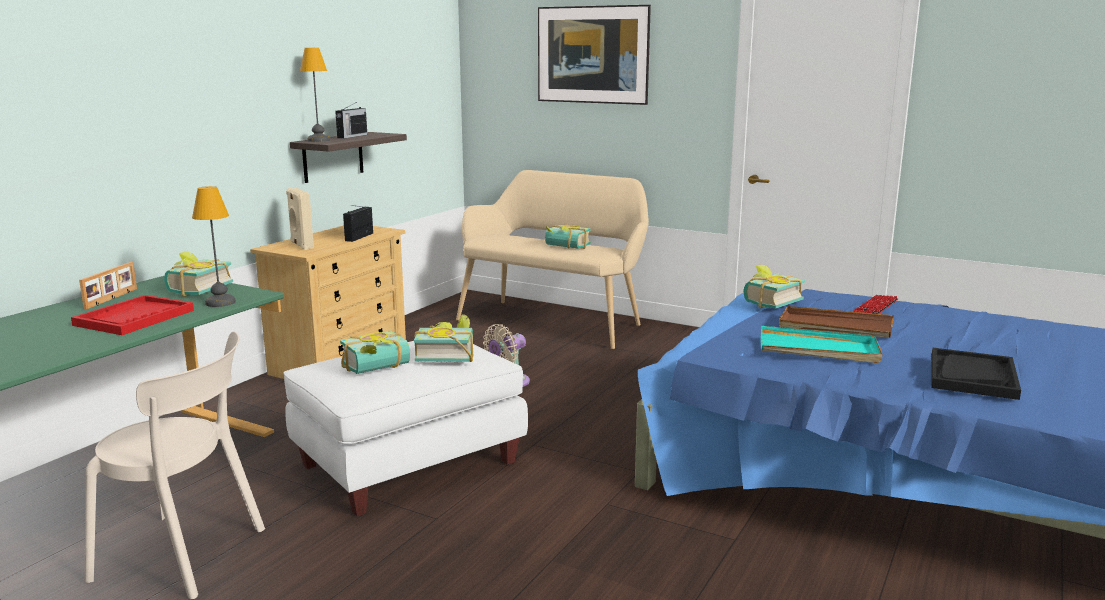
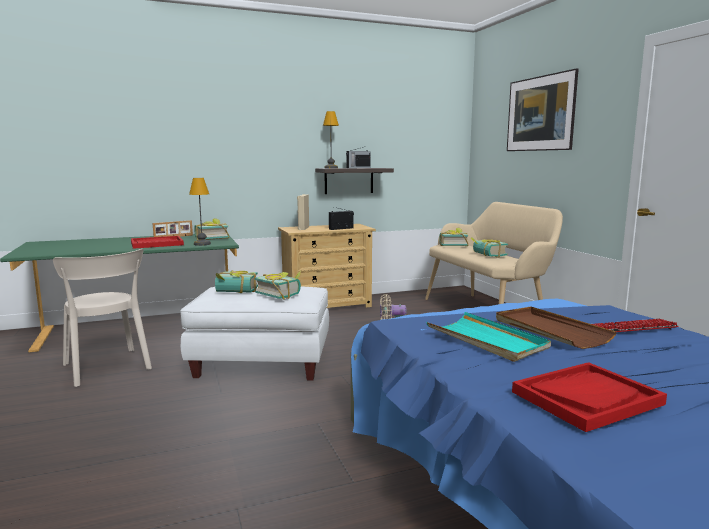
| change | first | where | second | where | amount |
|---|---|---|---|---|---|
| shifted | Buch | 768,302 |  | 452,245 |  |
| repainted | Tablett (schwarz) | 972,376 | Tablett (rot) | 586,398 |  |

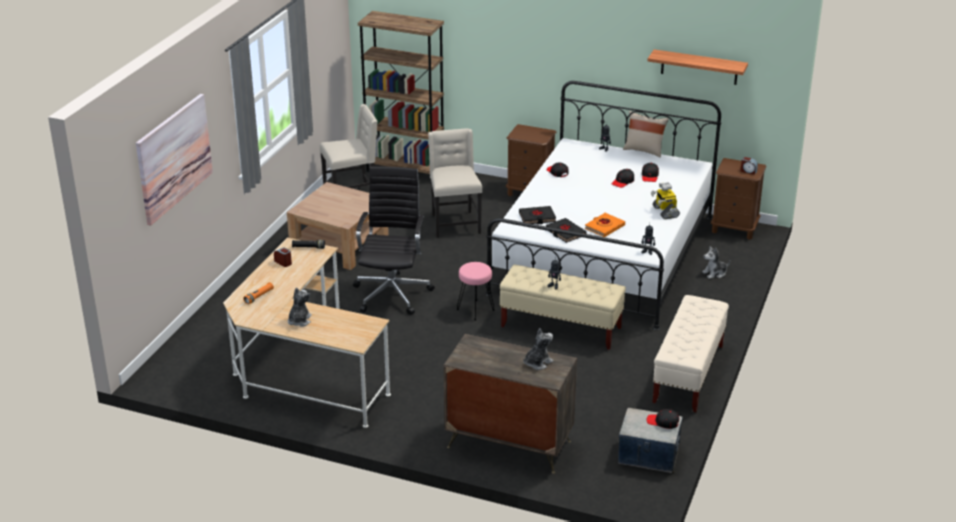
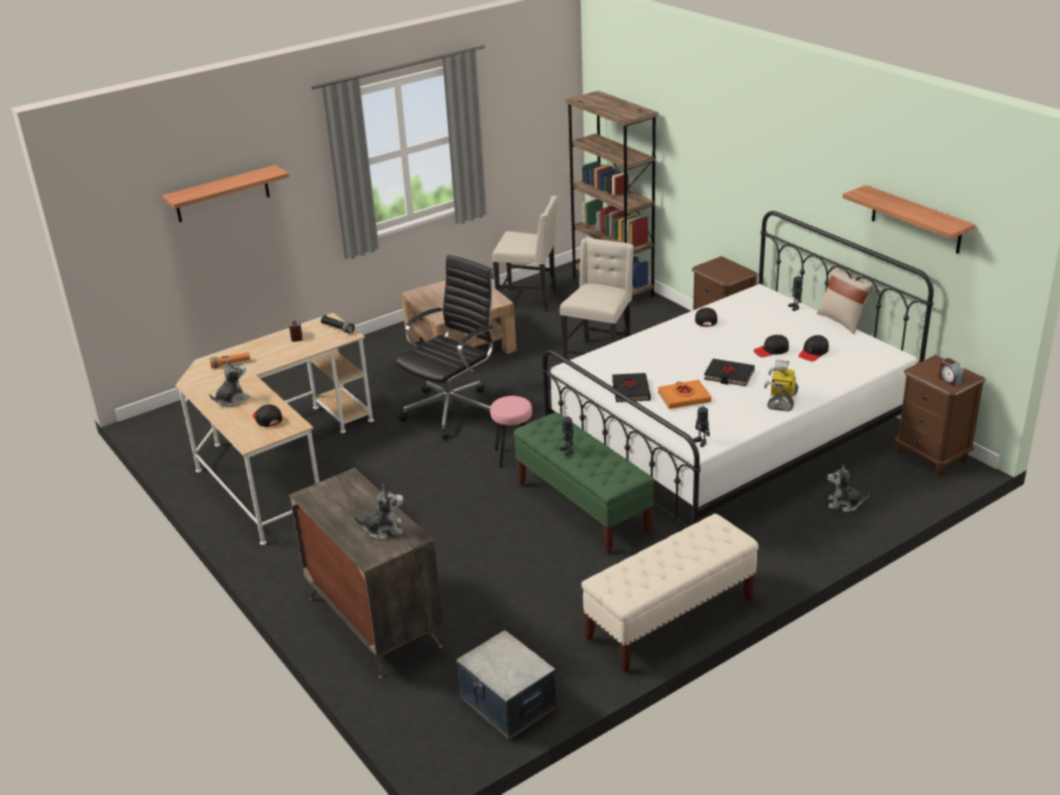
| change | first | where | second | where | amount |
|---|---|---|---|---|---|
| shifted | Buch (schwarz) | 537,218 |  | 728,375 |  |
| shifted | Kappe (schwarz) | 663,422 |  | 267,419 |  |
| swapped | Bild | 174,158 | Wandregal | 222,194 |  |
| repainted | Bank (beige) | 561,327 | Bank (grün) | 583,507 |  |

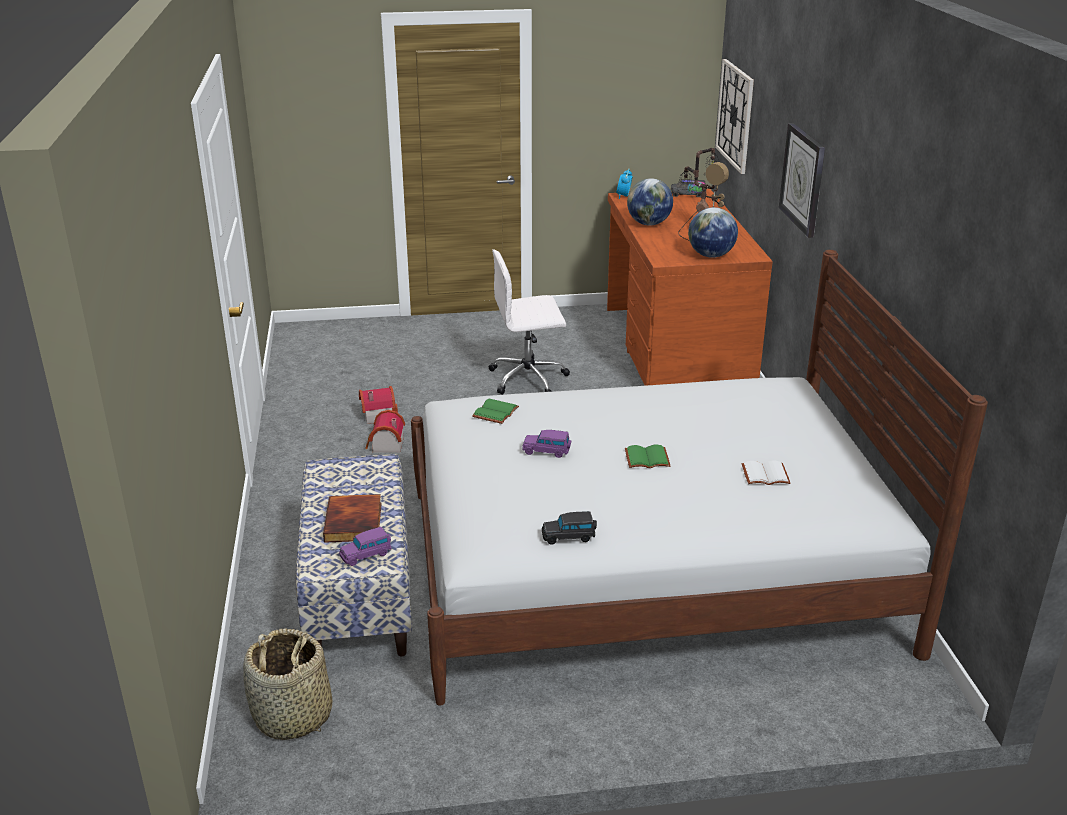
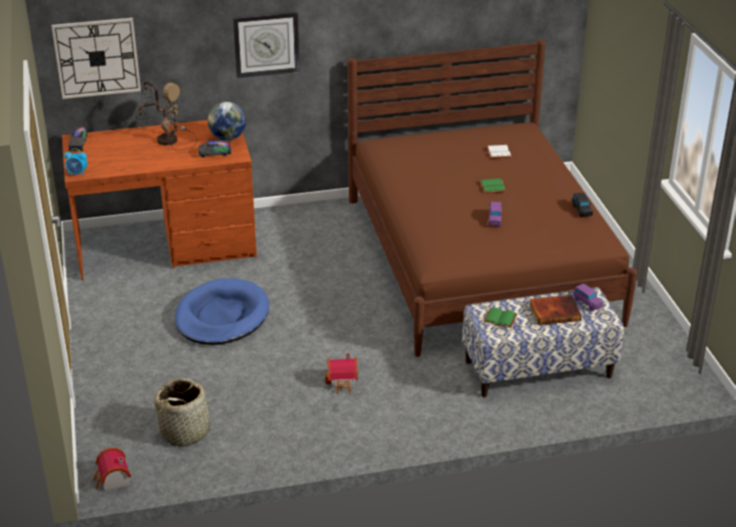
| change | first | where | second | where | amount |
|---|---|---|---|---|---|
| gone | Globus | 648,224 |  |  |  |
| new |  |  | Spielzeuglaster | 214,153 |  |
| shifted | Korb | 293,716 |  | 185,431 |  |
| shifted | Spielzeughaus | 376,414 |  | 112,481 |  |
| shifted | Buch (grün) | 496,413 |  | 501,318 |  |
| swapped | Bürostuhl (weiß) | 529,378 | Hundebett (blau) | 222,316 |  |
| repainted | Bett (weiß) | 646,569 | Bett (braun) | 479,259 |  |

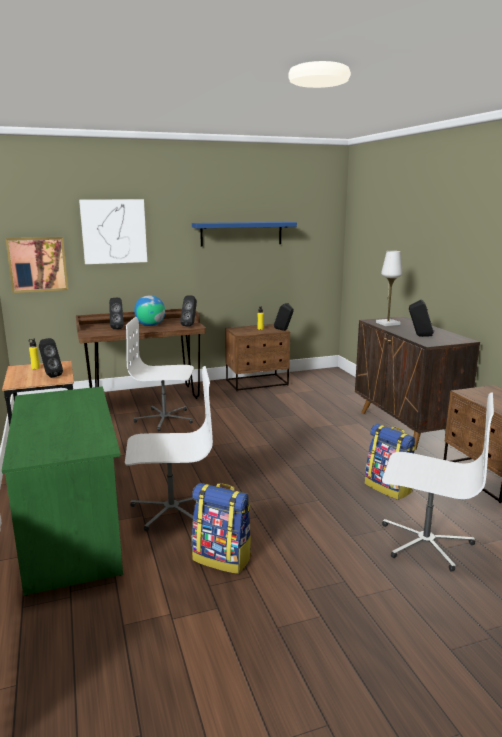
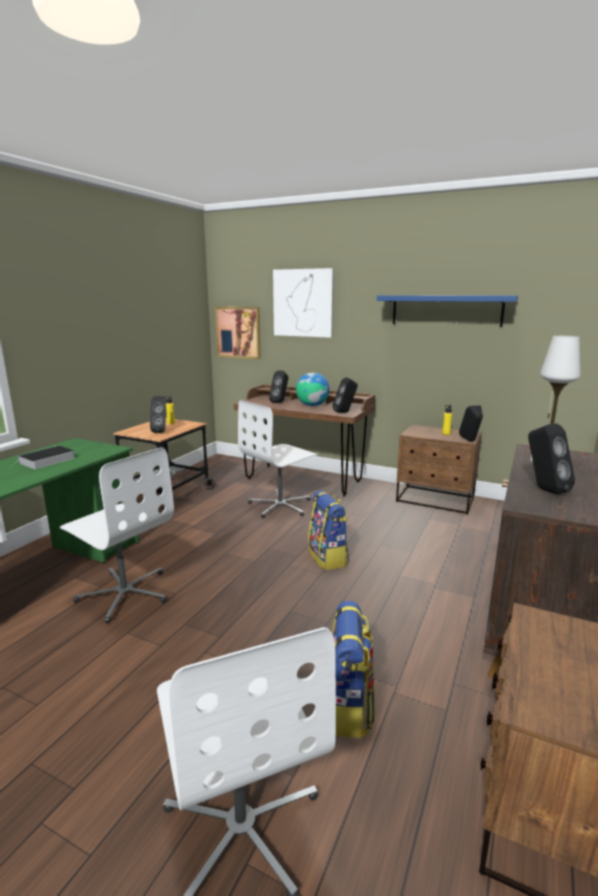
| change | first | where | second | where | amount |
|---|---|---|---|---|---|
| new |  |  | Buch | 46,461 |  |
| shifted | Rucksack | 223,558 |  | 328,558 |  |
| rotated | Bürostuhl (weiß) | 164,419 |  | 280,506 | 90 degrees counterclockwise |

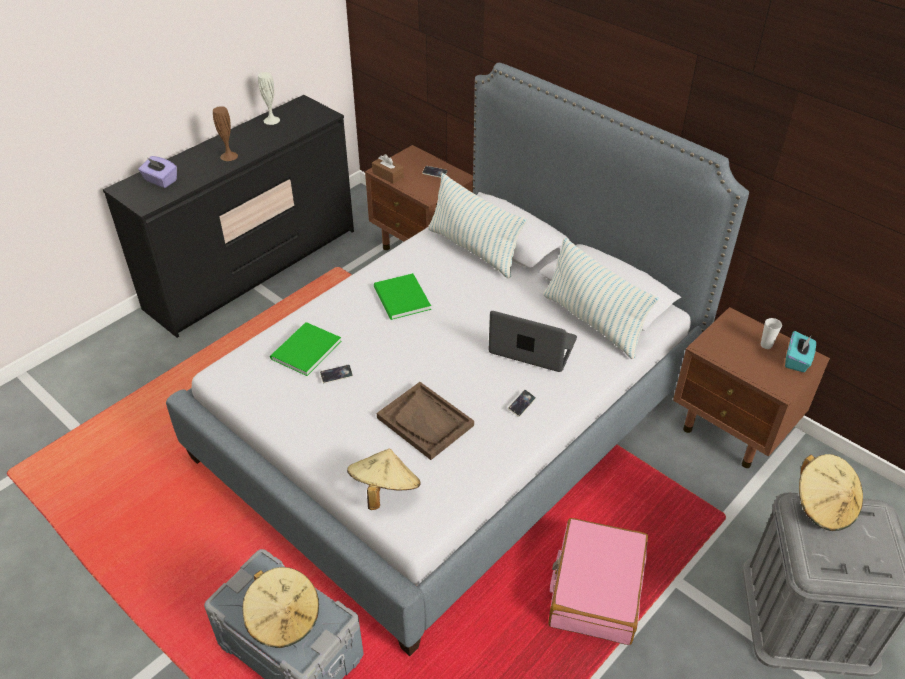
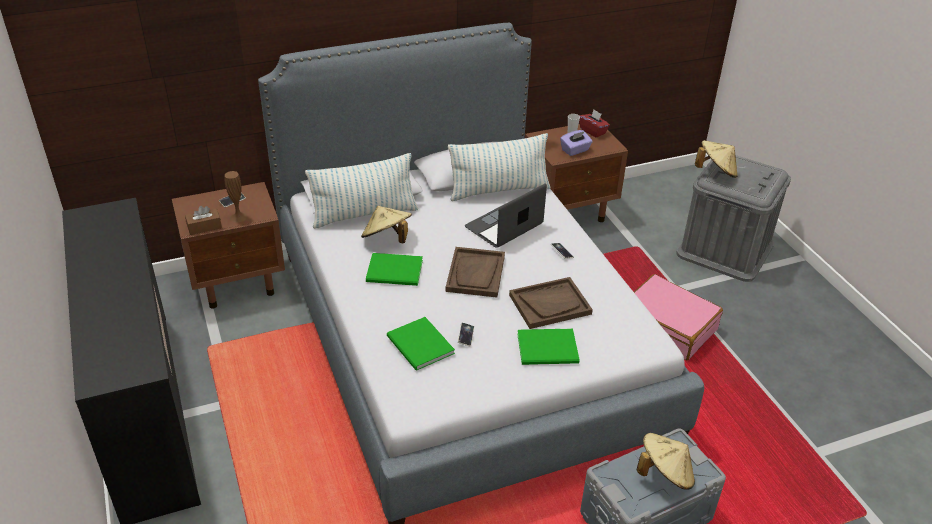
| change | first | where | second | where | amount |
|---|---|---|---|---|---|
| gone | Vase (weiß) | 271,120 |  |  |  |
| new |  |  | Tablett (braun) | 475,274 |  |
| new |  |  | Buch (grün) | 549,349 |  |
| shifted | Taschentuchbox (lila) | 160,181 |  | 575,150 |  |
| shifted | Vase (braun) | 229,156 |  | 238,217 |  |
| shifted | Hut (beige) | 384,490 |  | 387,239 |  |
| repainted | Taschentuchbox (türkis) | 797,360 | Taschentuchbox (rot) | 593,131 |  |

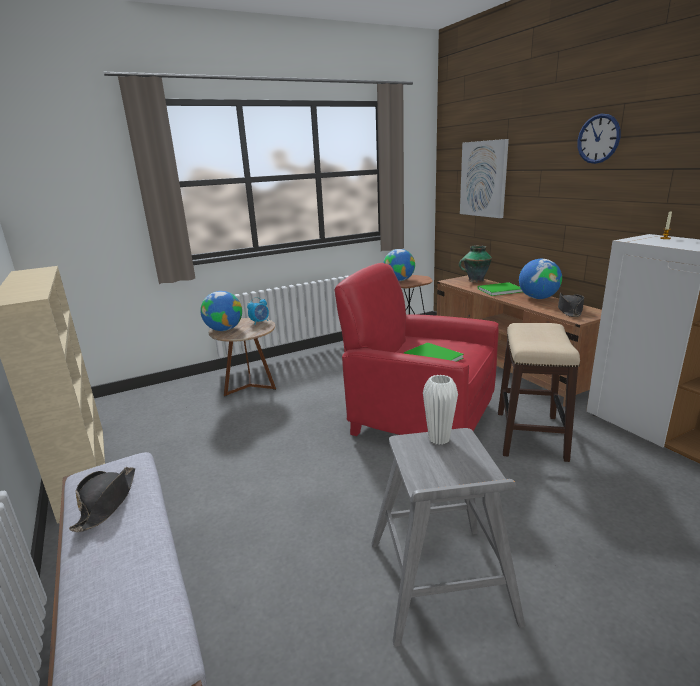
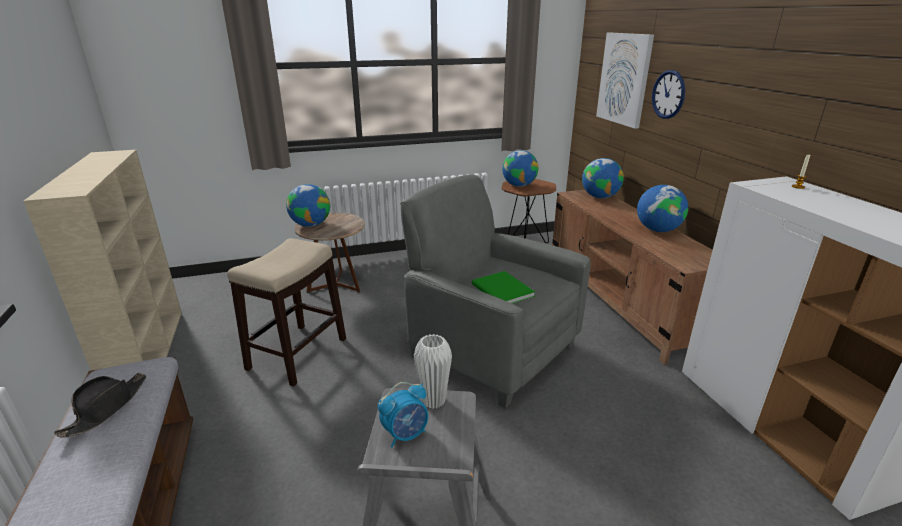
| change | first | where | second | where | amount |
|---|---|---|---|---|---|
| gone | Buch (grün) | 498,290 |  |  |  |
| gone | Hut (schwarz) | 569,310 |  |  |  |
| shifted | Wecker | 260,322 |  | 406,434 |  |
| shifted | Hocker | 530,435 |  | 298,353 |  |
| shifted | Wanduhr | 598,139 |  | 668,94 |  |
| swapped | Vase | 475,281 | Globus | 599,197 |  |
| repainted | Sessel (rot) | 419,419 | Sessel (grau) | 491,350 |  |

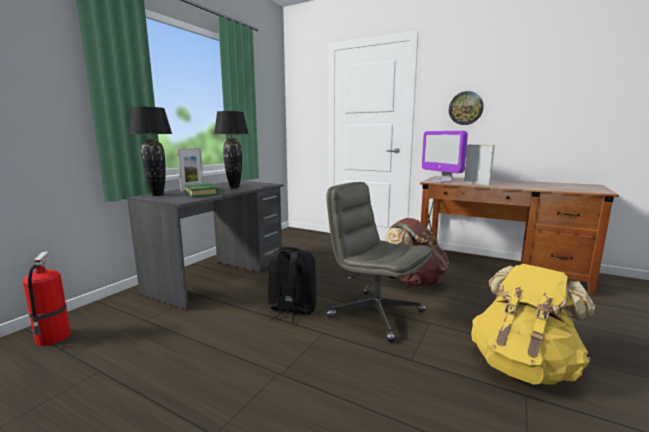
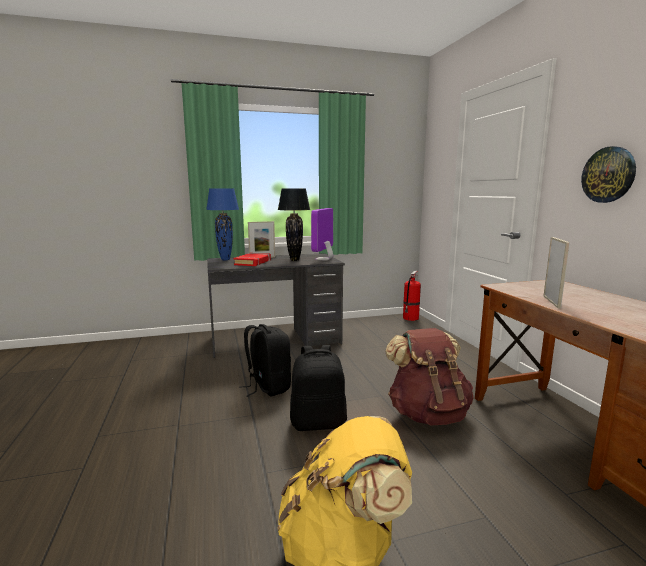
| change | first | where | second | where | amount |
|---|---|---|---|---|---|
| shifted | Feuerlöscher | 52,338 |  | 410,318 |  |
| shifted | Monitor | 441,181 |  | 324,259 |  |
| swapped | Bürostuhl (grau) | 375,314 | Rucksack (schwarz) | 318,422 |  |
| repainted | Tischlampe (schwarz) | 157,195 | Tischlampe (blau) | 225,259 |  |
| repainted | Buch (grün) | 202,193 | Buch (rot) | 253,262 |  |

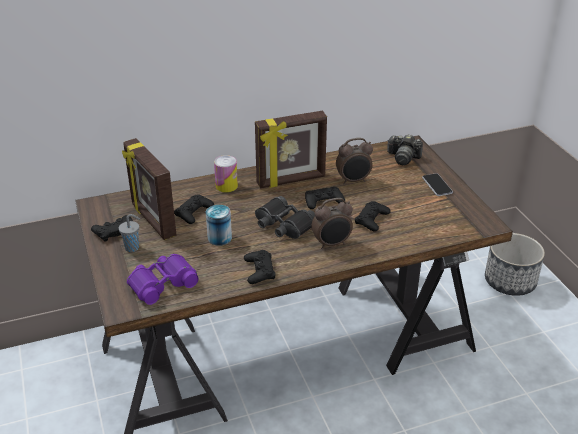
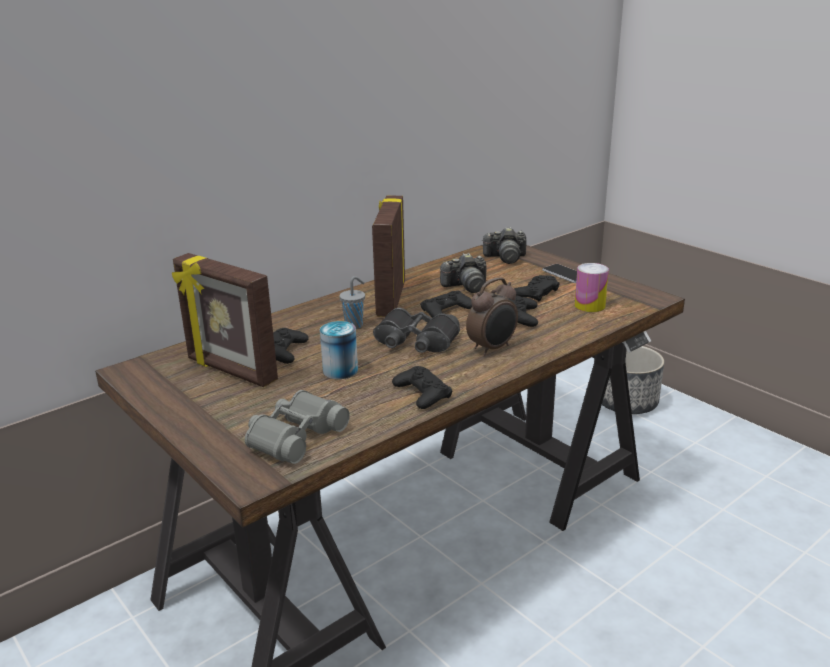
| change | first | where | second | where | amount |
|---|---|---|---|---|---|
| shifted | Gamepad (schwarz) | 114,231 |  | 535,293 |  |
| shifted | Tasse (grau) | 133,248 |  | 355,325 |  |
| shifted | Dose | 226,186 |  | 589,305 |  |
| swapped | Wecker | 353,181 | Kamera | 466,286 |  |
| repainted | Fernglas (lila) | 162,283 | Fernglas (grau) | 295,436 |  |
| rotated | Bilderrahmen | 291,181 |  | 390,299 | 135 degrees clockwise |

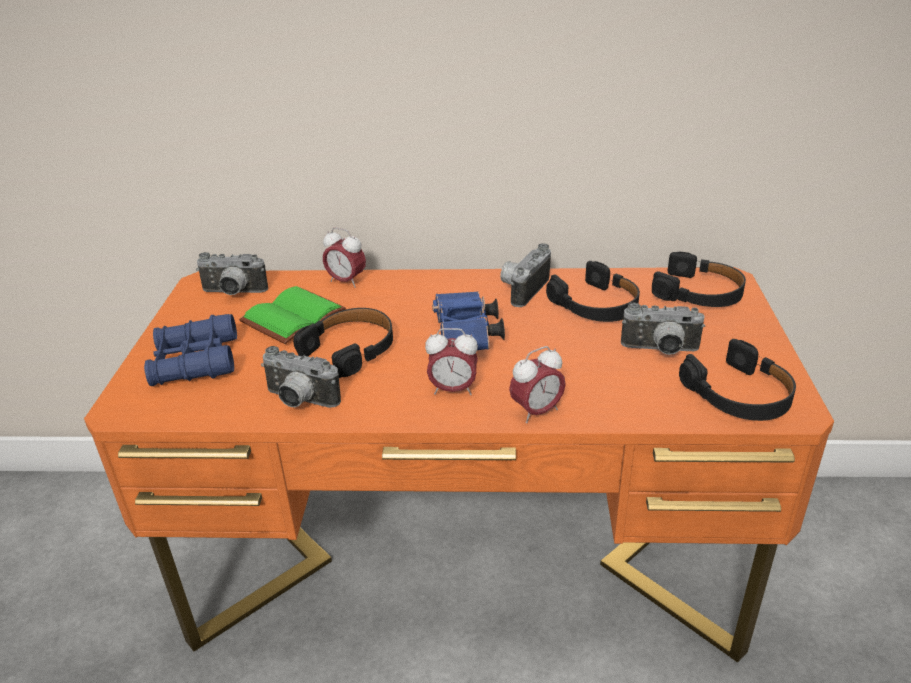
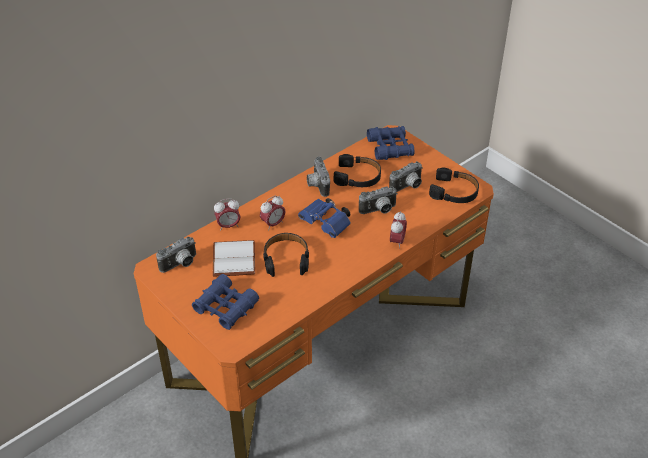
| change | first | where | second | where | amount |
|---|---|---|---|---|---|
| shifted | Kamera | 299,401 |  | 379,211 |  |
| shifted | Wecker | 453,390 |  | 273,224 |  |
| swapped | Kopfhörer (schwarz) | 699,293 | Fernglas (blau) | 390,148 |  |
| repainted | Buch (grün) | 293,316 | Buch (weiß) | 232,259 |  |

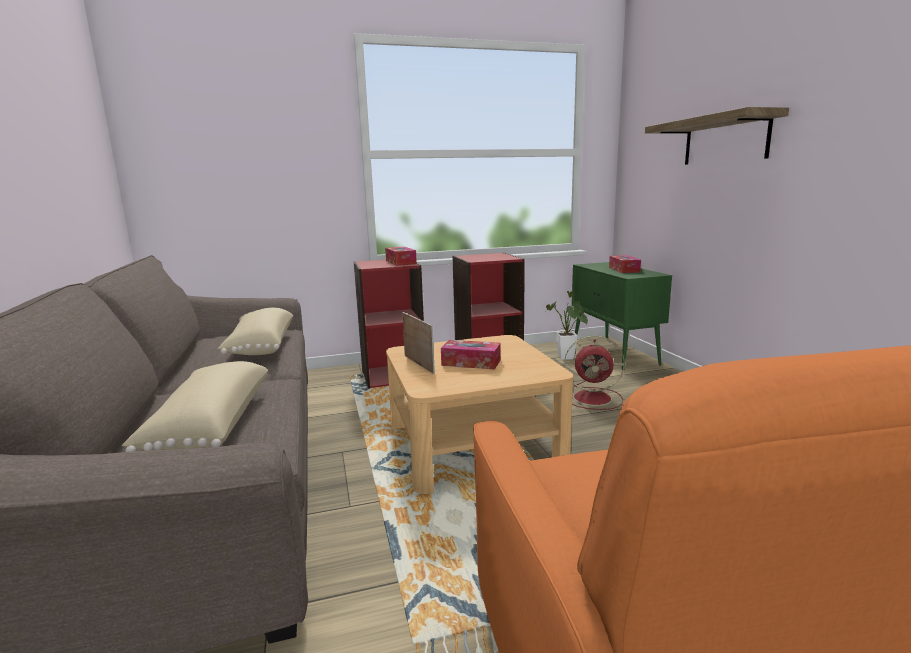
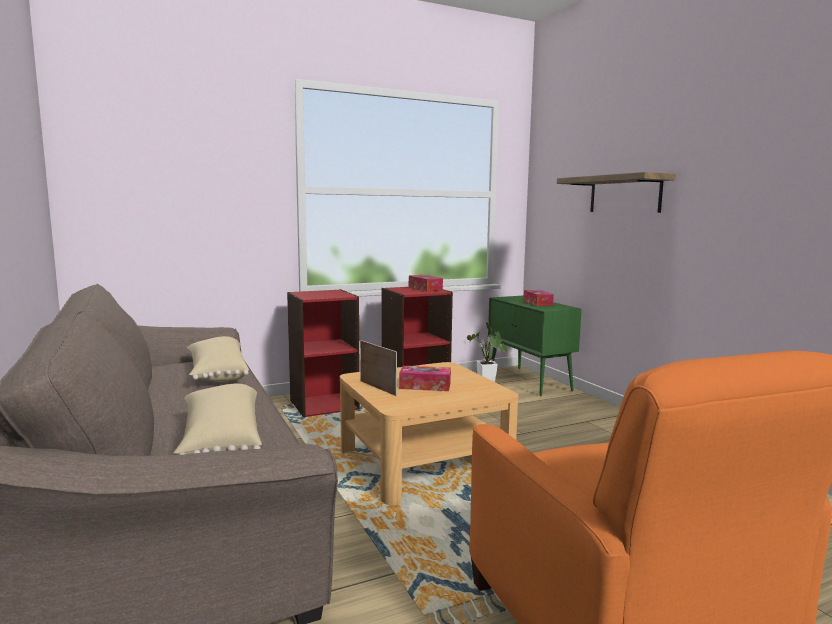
| change | first | where | second | where | amount |
|---|---|---|---|---|---|
| gone | Ventilator (rot) | 594,398 |  |  |  |
| shifted | Taschentuchbox | 400,262 |  | 425,288 |  |

